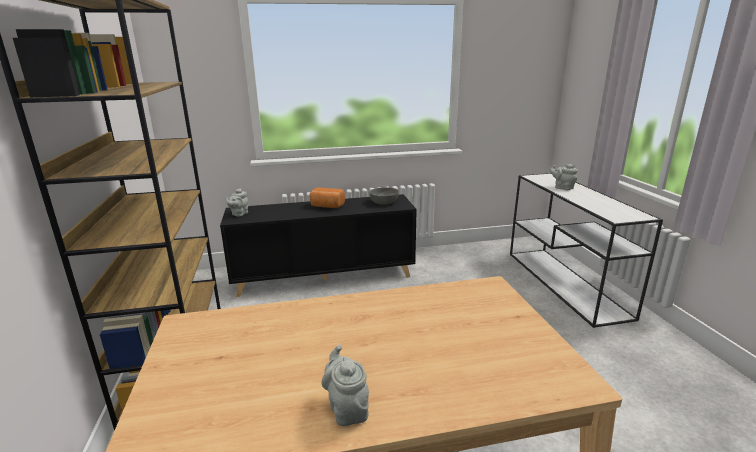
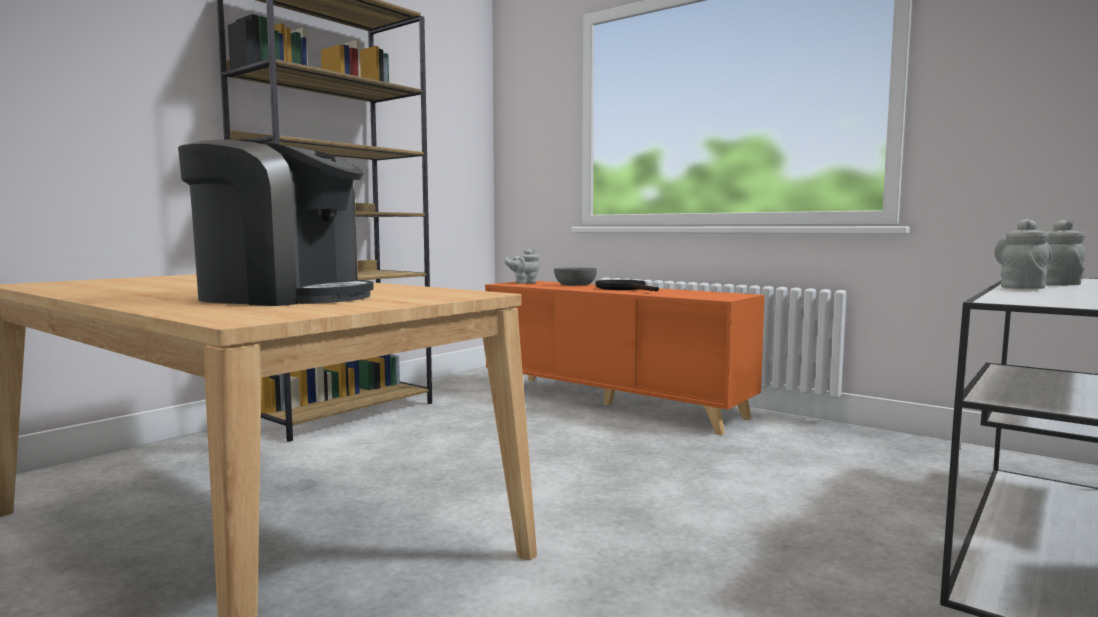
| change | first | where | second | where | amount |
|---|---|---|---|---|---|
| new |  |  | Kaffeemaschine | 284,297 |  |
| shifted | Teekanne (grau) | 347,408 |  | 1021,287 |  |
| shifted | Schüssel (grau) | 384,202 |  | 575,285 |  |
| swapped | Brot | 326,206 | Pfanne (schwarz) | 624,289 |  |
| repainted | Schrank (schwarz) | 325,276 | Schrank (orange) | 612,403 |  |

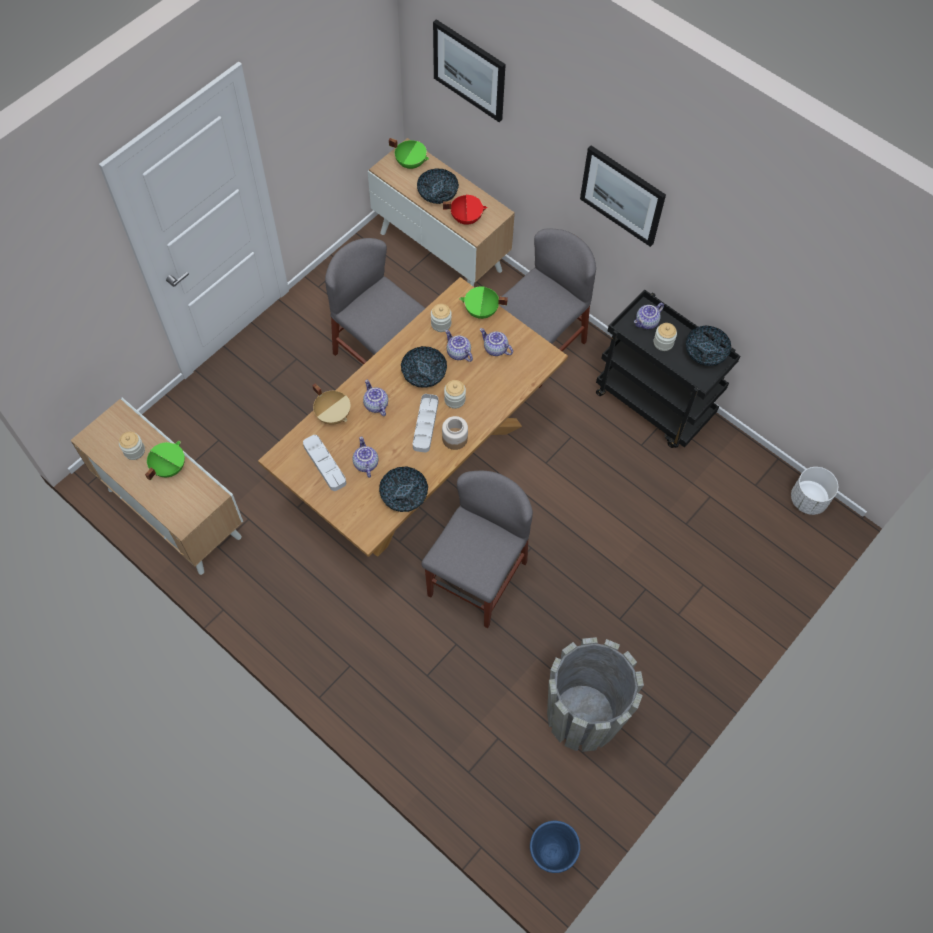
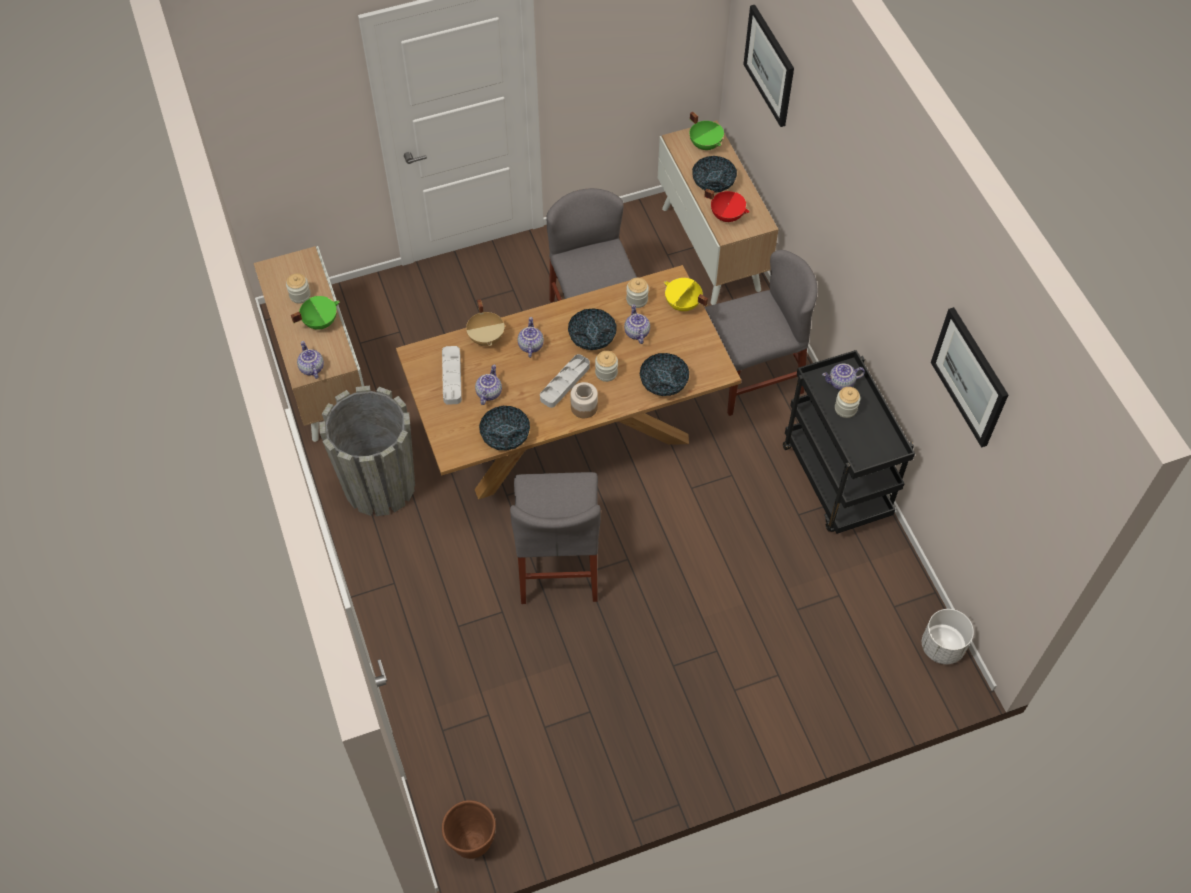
| change | first | where | second | where | amount |
|---|---|---|---|---|---|
| shifted | Teekanne | 495,349 |  | 311,368 |  |
| shifted | Pflanzkübel (grau) | 582,715 |  | 380,485 |  |
| shifted | Bild | 622,195 |  | 970,377 |  |
| shifted | Schüssel | 705,353 |  | 663,383 |  |
| repainted | Kochtopf (grün) | 481,312 | Kochtopf (gelb) | 682,305 |  |
| repainted | Pflanzkübel (blau) | 550,854 | Pflanzkübel (braun) | 472,843 |  |
| rotated | Stuhl (grau) | 477,579 |  | 558,563 | 120 degrees clockwise |

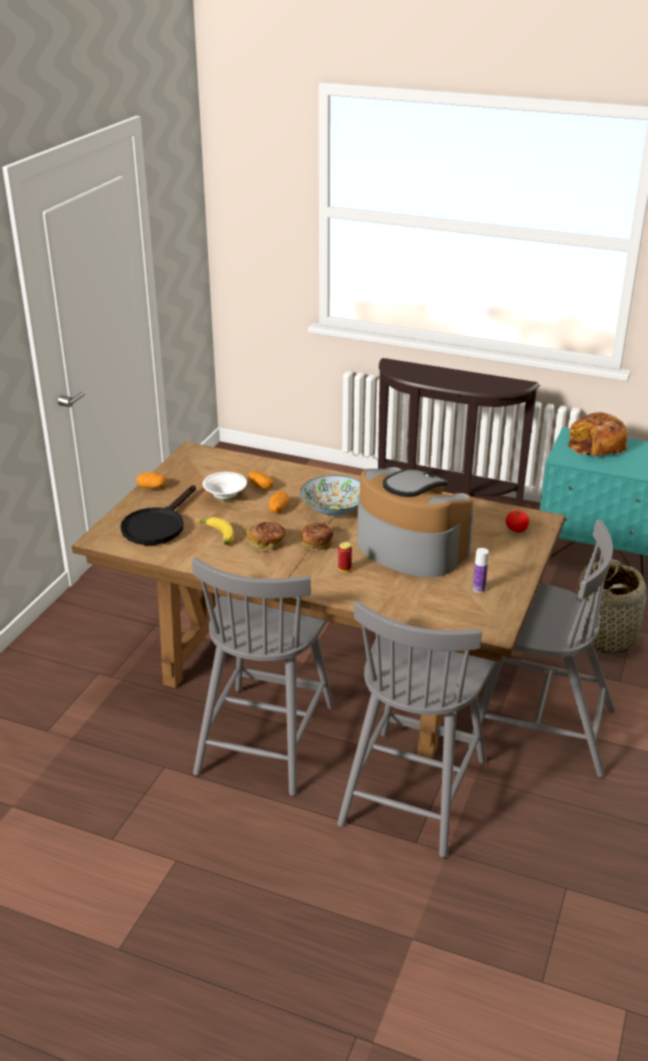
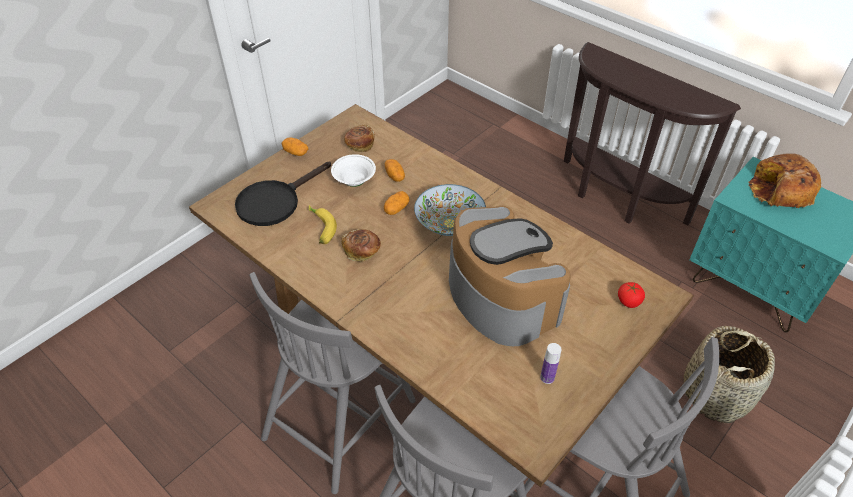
| change | first | where | second | where | amount |
|---|---|---|---|---|---|
| gone | Dose | 344,569 |  |  |  |
| shifted | Brot | 316,544 |  | 360,145 |  |

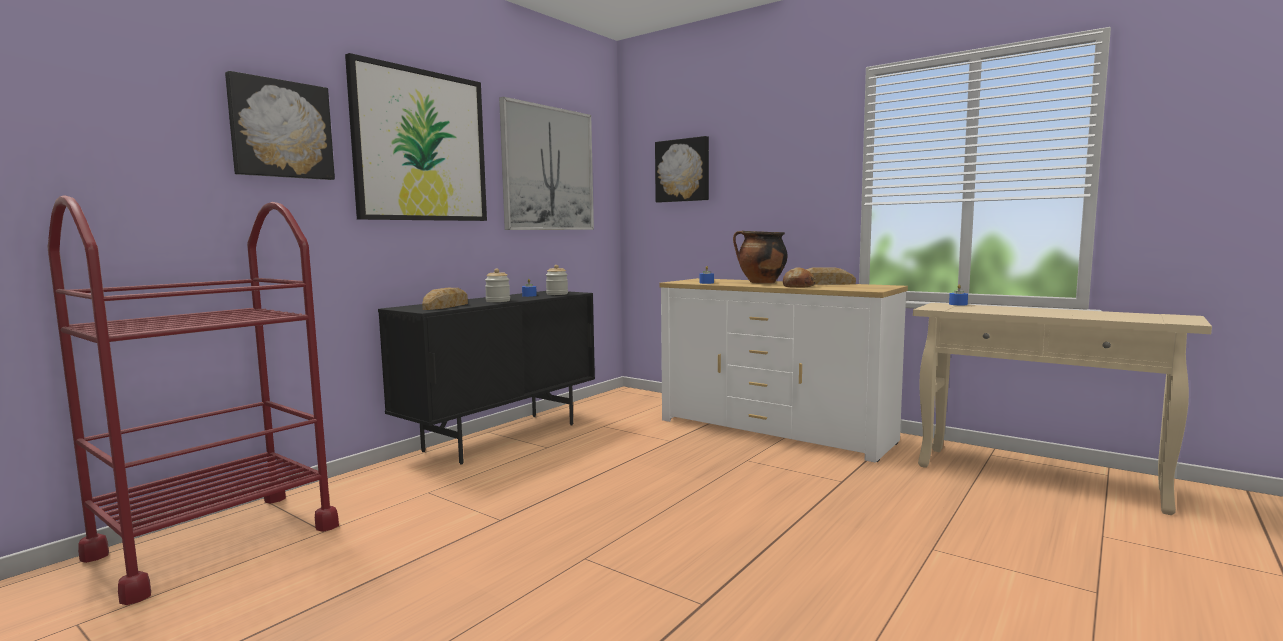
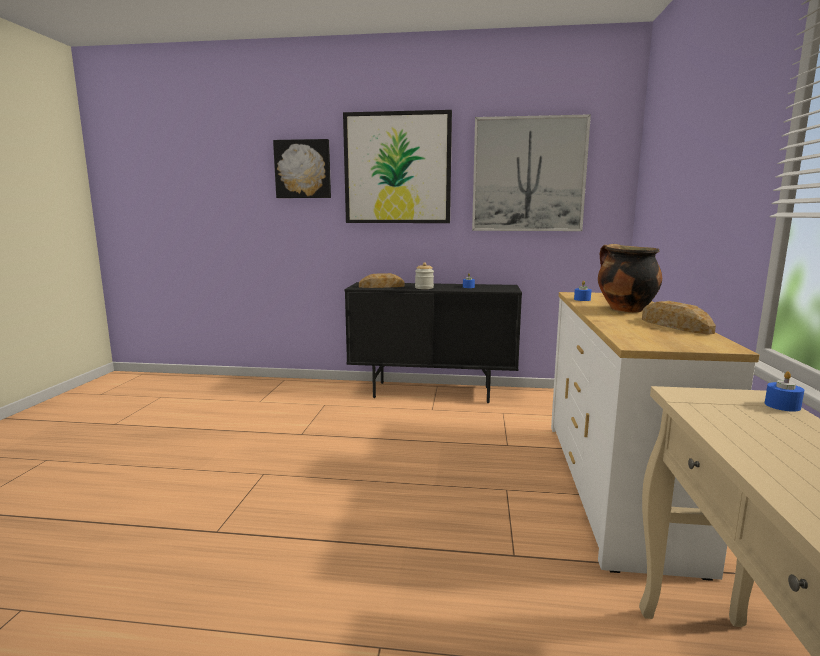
| change | first | where | second | where | amount |
|---|---|---|---|---|---|
| gone | Rollwagen (rot) | 215,541 |  |  |  |
| gone | Vorratsglas | 557,294 |  |  |  |
| gone | Bild | 683,170 |  |  |  |
| gone | Brot | 798,286 |  |  |  |

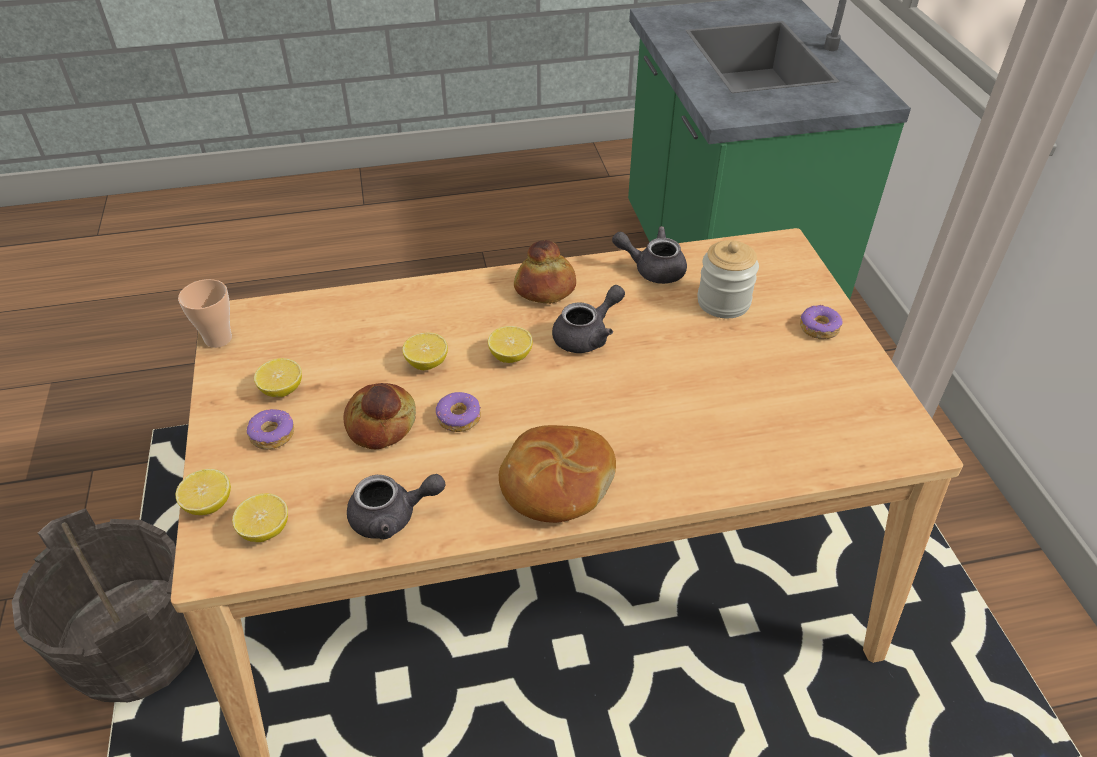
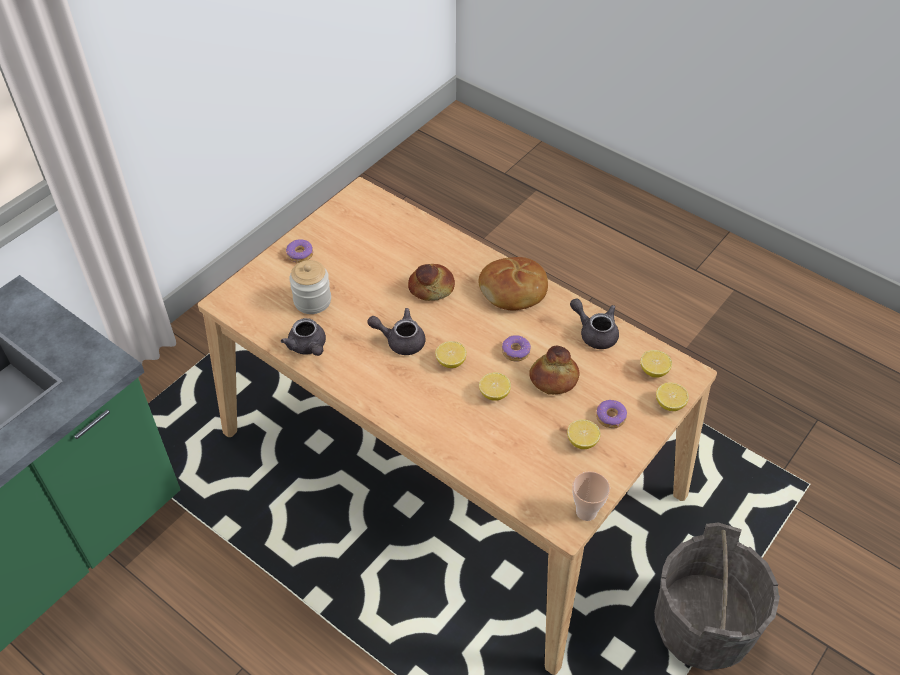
| change | first | where | second | where | amount |
|---|---|---|---|---|---|
| shifted | Brot | 545,288 |  | 431,288 |  |

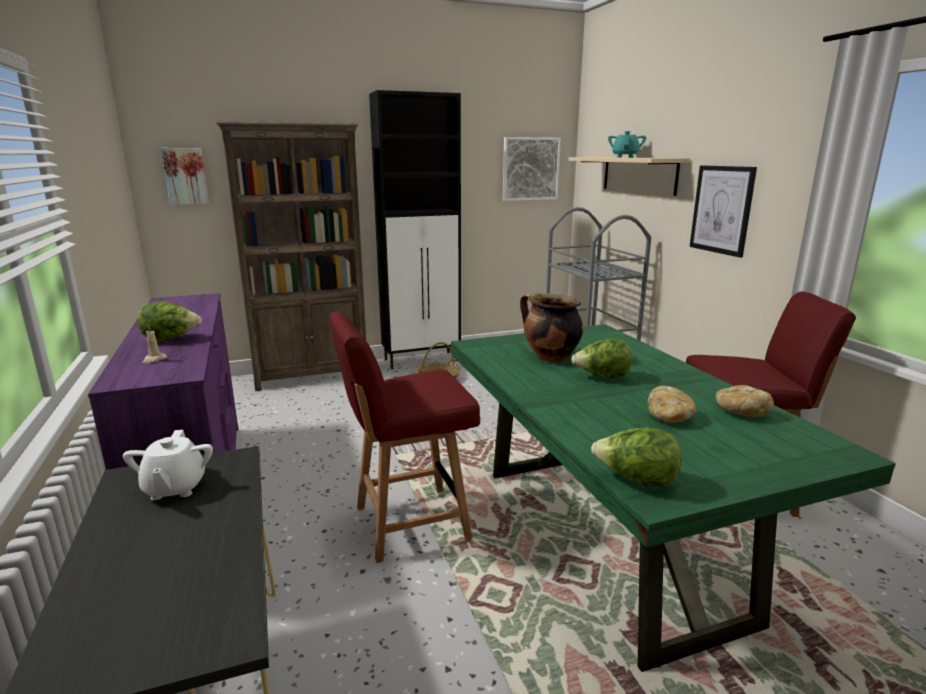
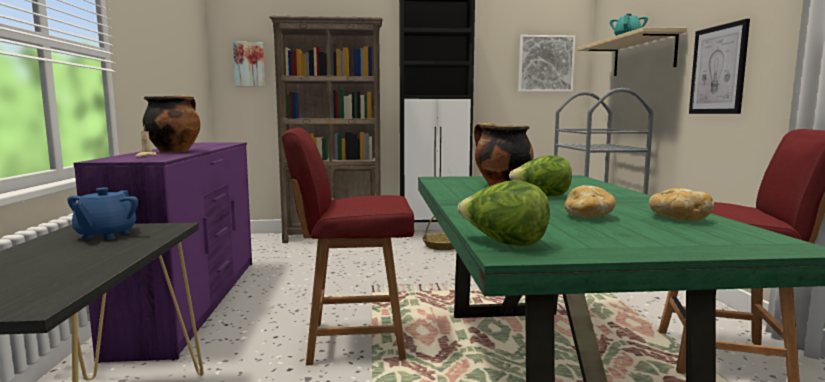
| change | first | where | second | where | amount |
|---|---|---|---|---|---|
| swapped | Salatkopf | 171,339 | Kochtopf | 174,151 |  |
| repainted | Teekanne (weiß) | 175,488 | Teekanne (blau) | 105,235 |  |

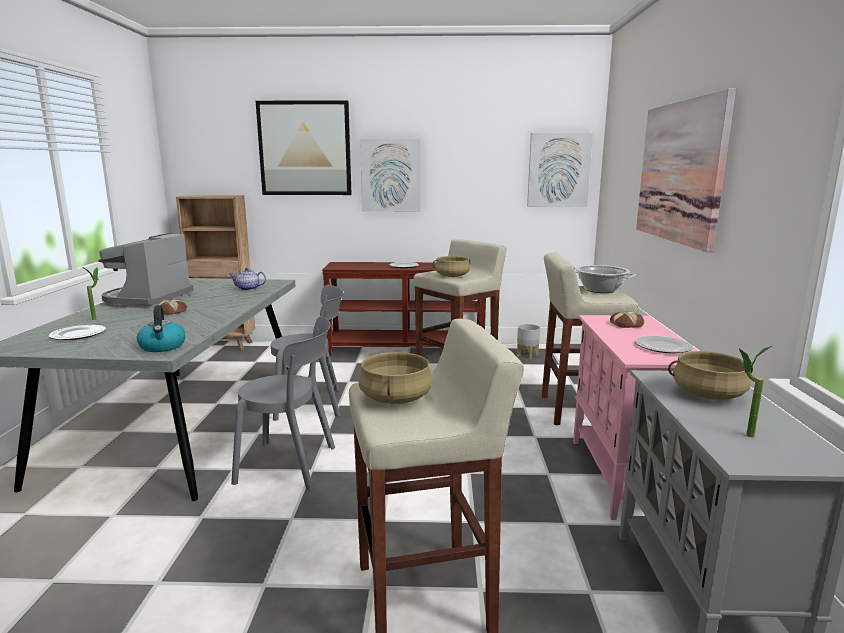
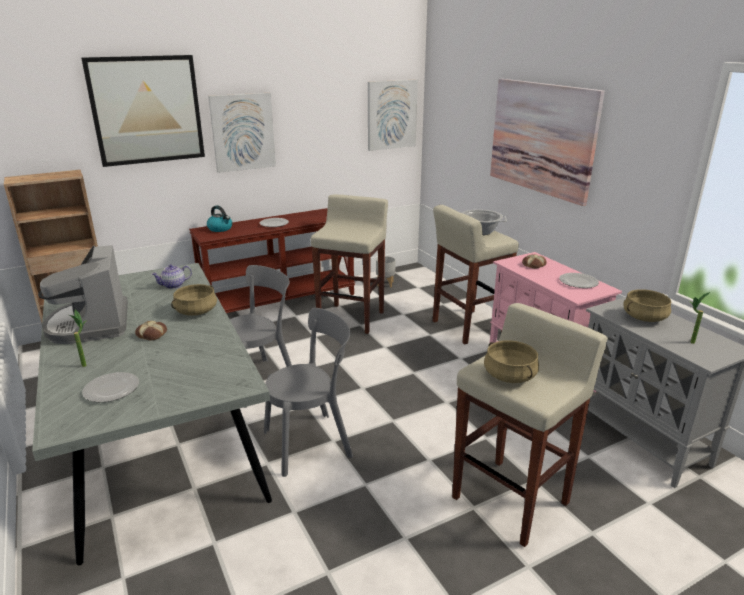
| change | first | where | second | where | amount |
|---|---|---|---|---|---|
| shifted | Wasserkessel | 163,347 |  | 220,229 |  |
| shifted | Kochtopf (beige) | 452,276 |  | 196,311 |  |

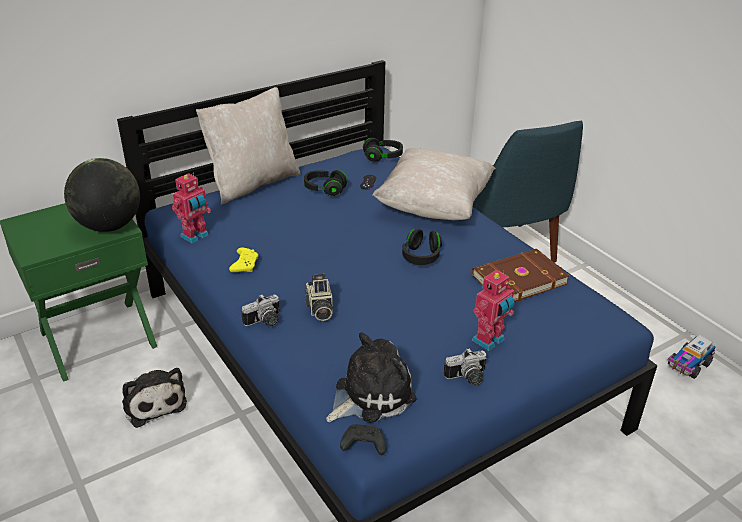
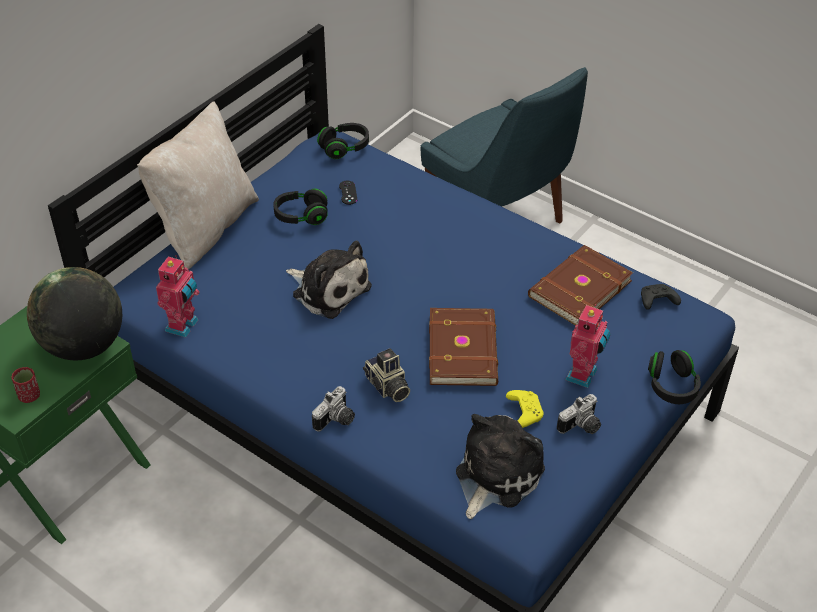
| change | first | where | second | where | amount |
|---|---|---|---|---|---|
| gone | Kissen (beige) | 433,206 |  |  |  |
| gone | Spielzeuglaster | 688,365 |  |  |  |
| new |  |  | Tasse (rot) | 29,396 |  |
| new |  |  | Buch (braun) | 464,349 |  |
| shifted | Plüschtier | 153,402 |  | 328,289 |  |
| shifted | Gamepad (gelb) | 245,265 |  | 524,412 |  |
| shifted | Gamepad (schwarz) | 362,445 |  | 656,302 |  |
| shifted | Kopfhörer (schwarz) | 421,257 |  | 671,386 |  |

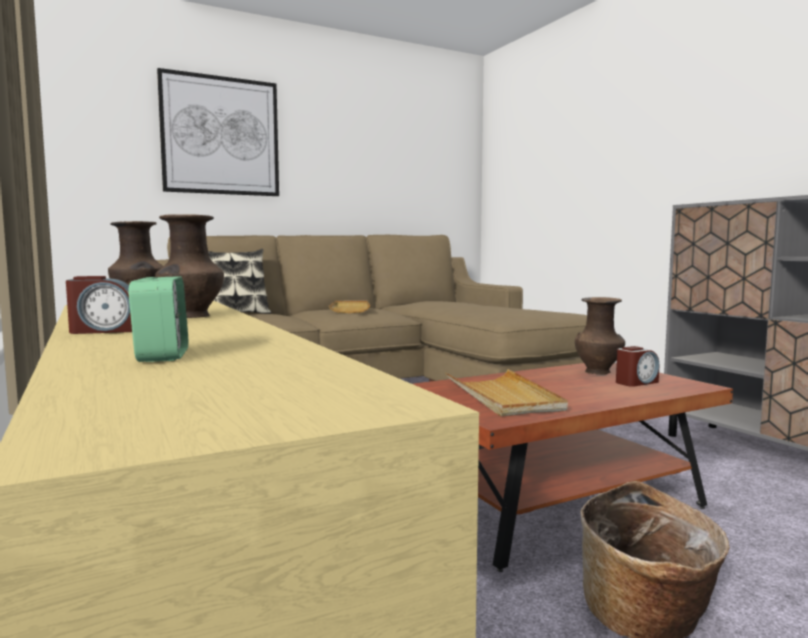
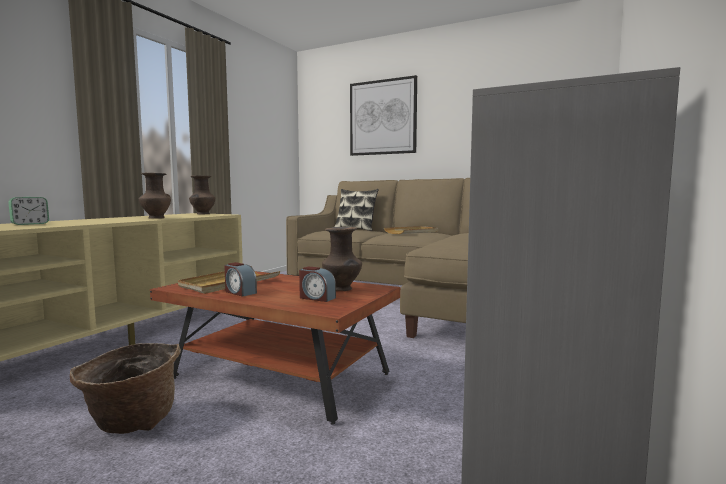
| change | first | where | second | where | amount |
|---|---|---|---|---|---|
| shifted | Wecker | 104,331 |  | 240,292 |  |

